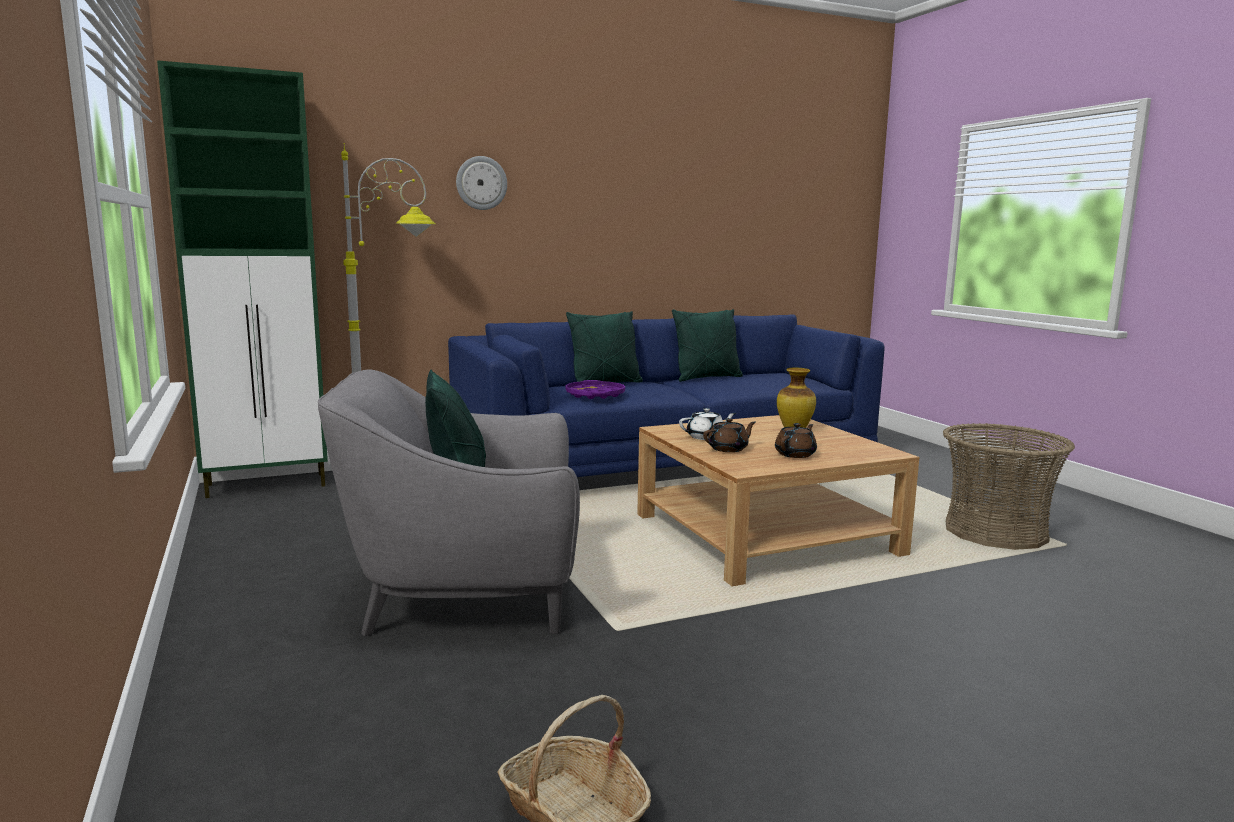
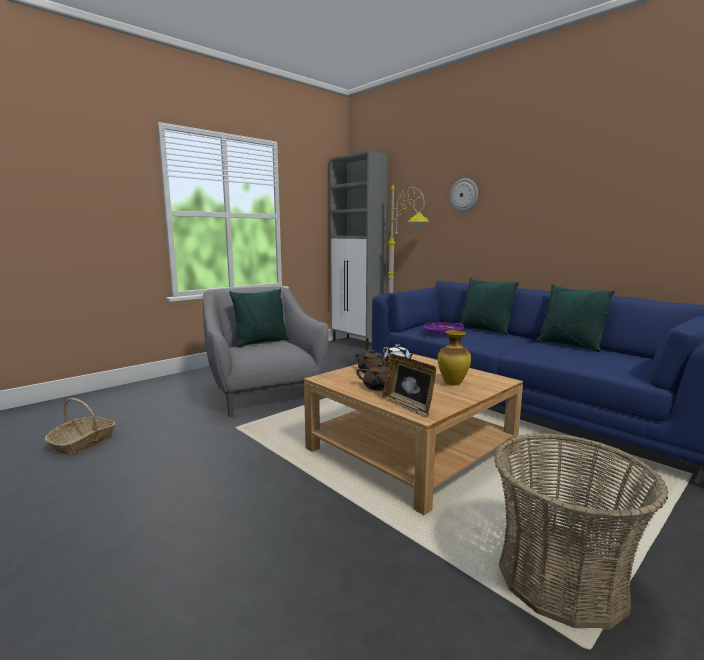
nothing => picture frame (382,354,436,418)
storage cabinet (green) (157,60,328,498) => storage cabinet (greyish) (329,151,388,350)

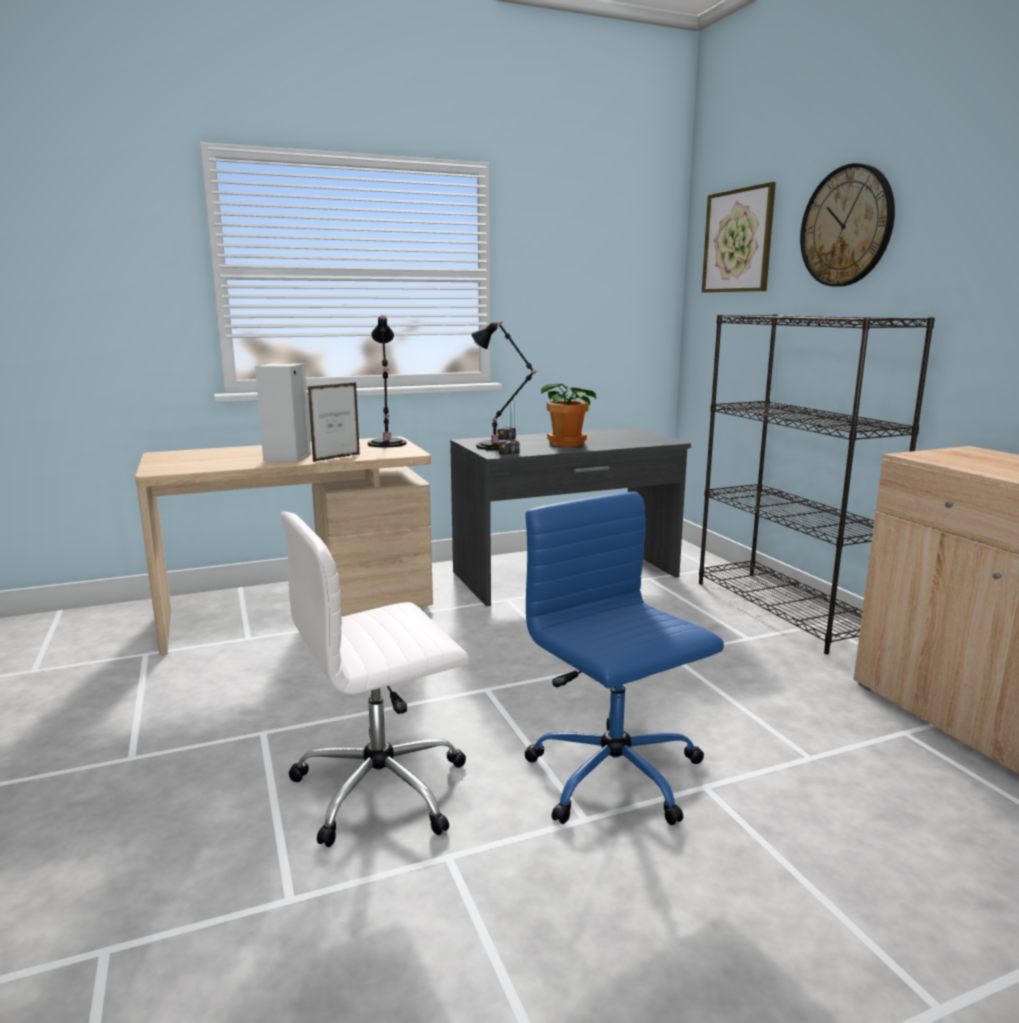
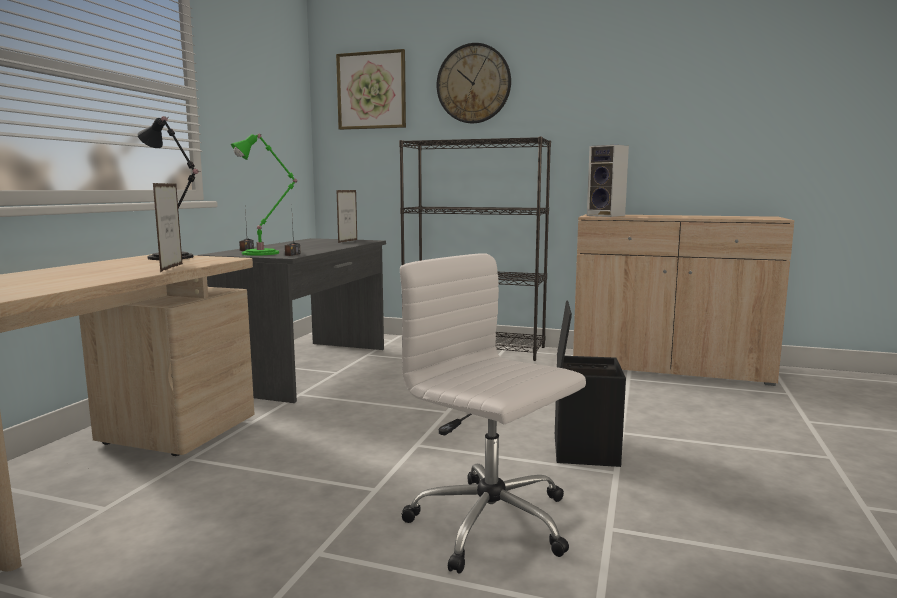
plant in a pot (541,383,596,447) => nothing
nothing => picture frame (337,190,357,243)
loudspeaker (255,363,311,462) => loudspeaker (587,145,629,217), relocated
desk chair (blue) (525,492,724,825) => storage box (black) (555,300,626,467)
table lamp (black) (471,321,538,450) => table lamp (green) (231,134,297,256)
desk chair (whitish) (280,511,469,847) => desk chair (whitish) (400,253,586,574), 120 degrees clockwise

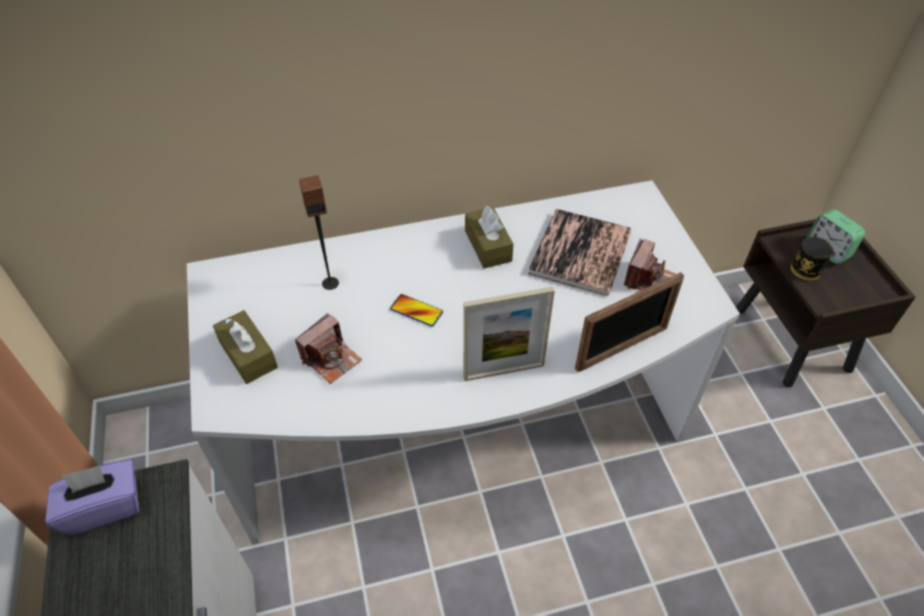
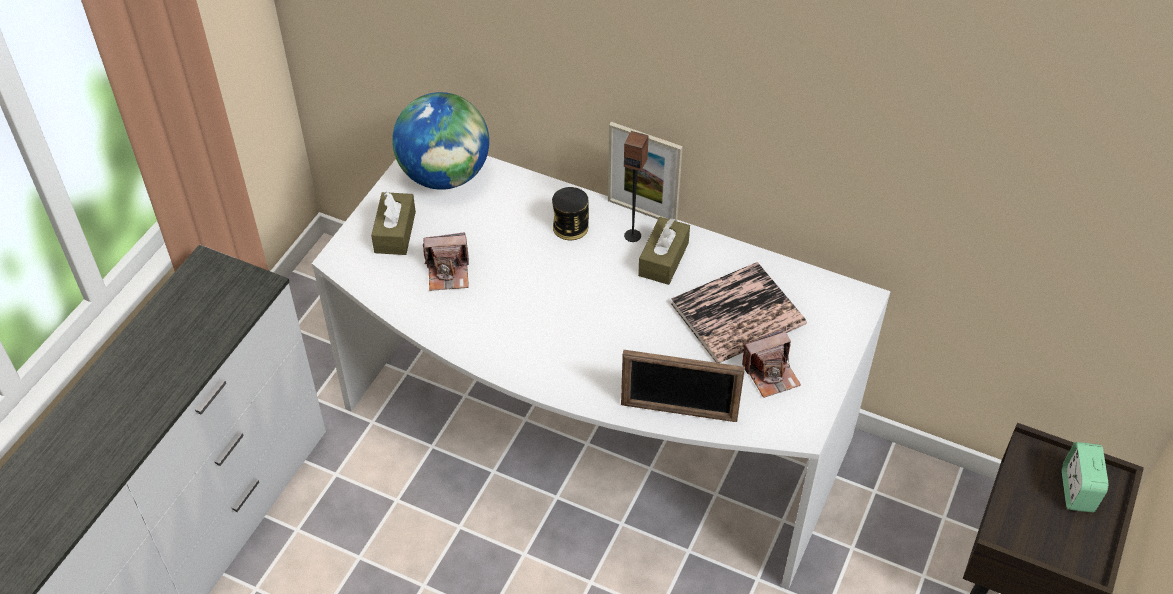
tissue holder (purple) (45,459,139,535) => nothing
telephone (390,294,443,327) => nothing
nothing => globe (392,92,489,190)
loudspeaker (299,175,339,290) => loudspeaker (624,131,649,242), relocated
picture frame (463,287,555,381) => picture frame (608,122,683,221), relocated
can (790,237,833,281) => can (552,187,589,240), relocated

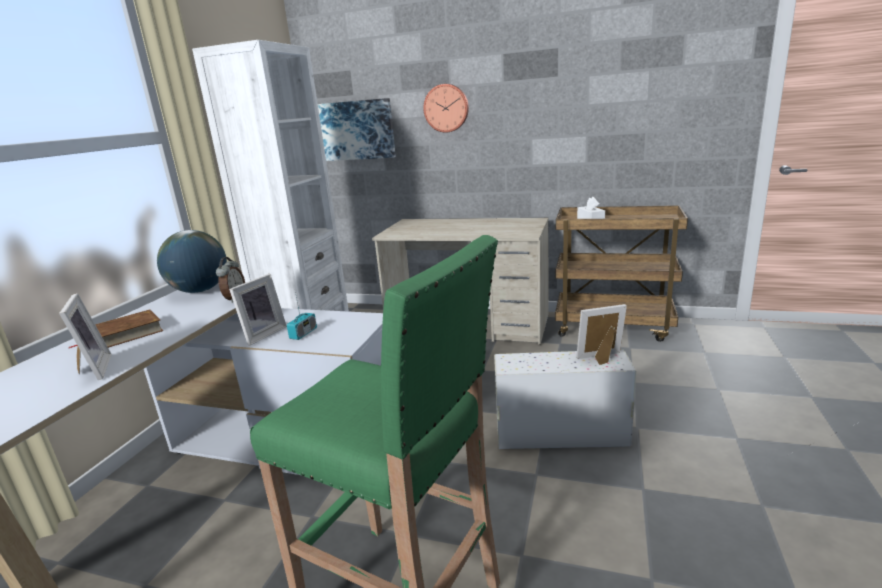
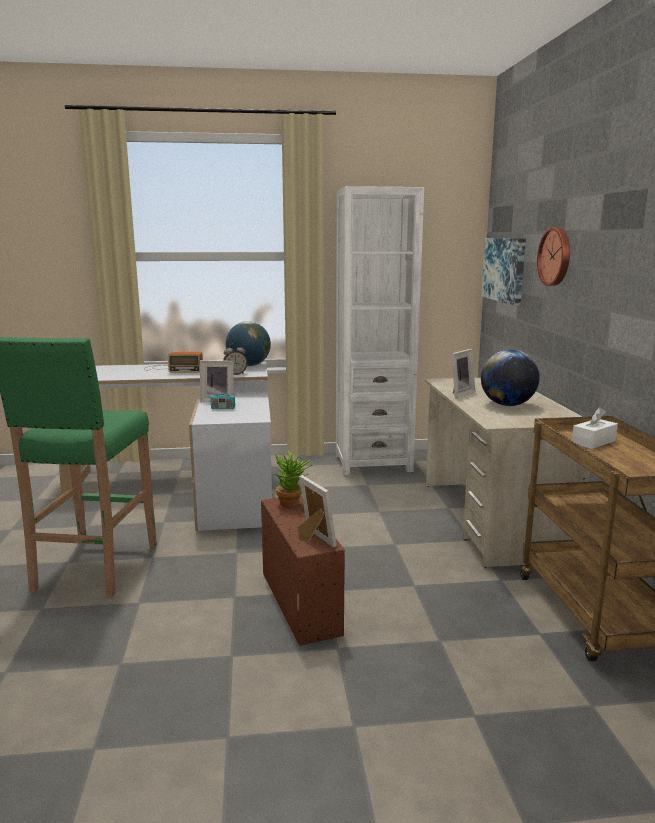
nothing => plant in a pot (275,451,313,508)
nothing => globe (481,349,540,406)
picture frame (59,293,111,380) => picture frame (451,349,475,398), relocated
bound book (brown-coloured) (69,309,164,348) => radio (144,352,203,373)
storage box (whitish) (494,349,636,449) => storage box (brown-coloured) (261,495,345,646)

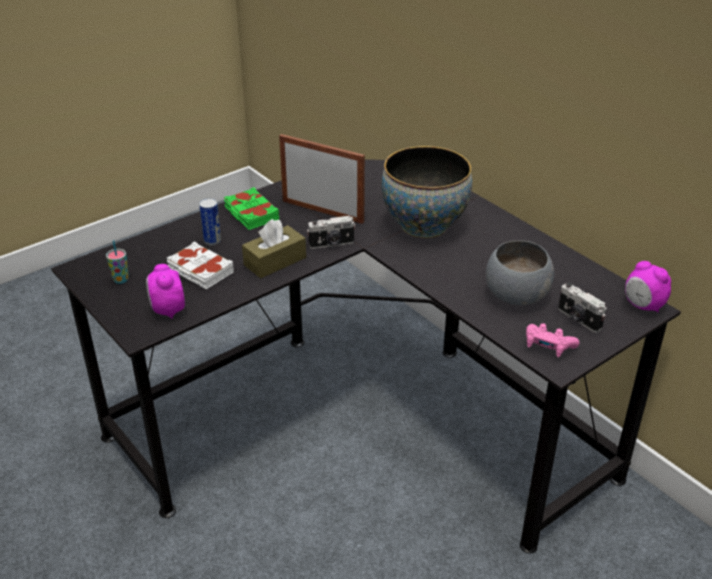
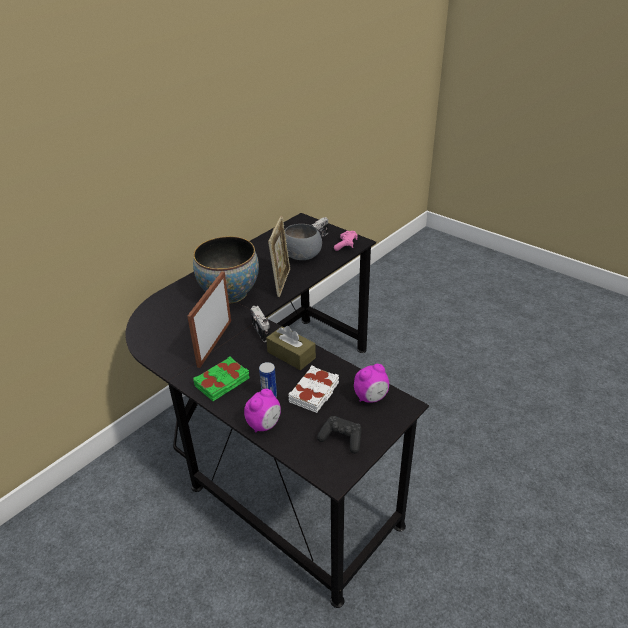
nothing => picture frame (268,216,290,297)
alarm clock (625,261,671,312) => alarm clock (244,389,281,433), relocated
cup (106,240,129,284) => joypad (black) (317,416,362,454)

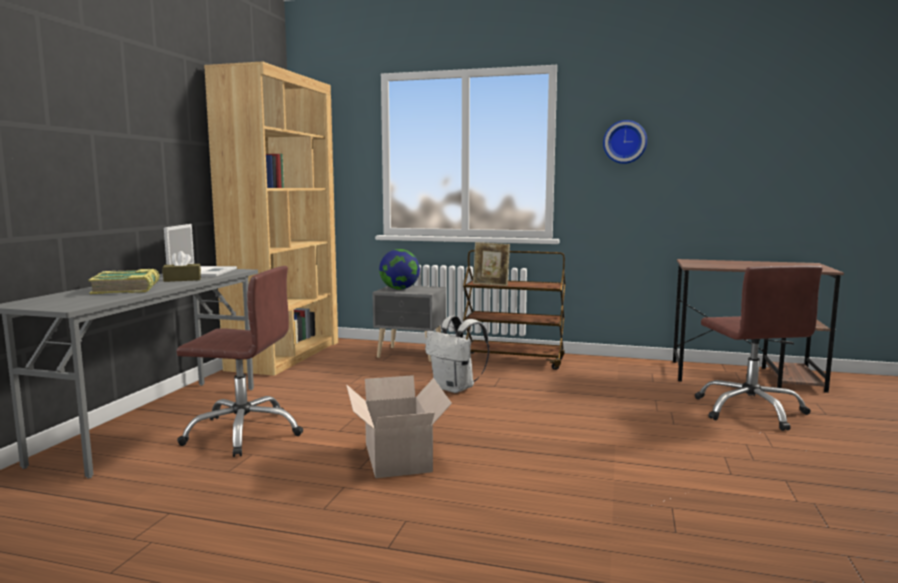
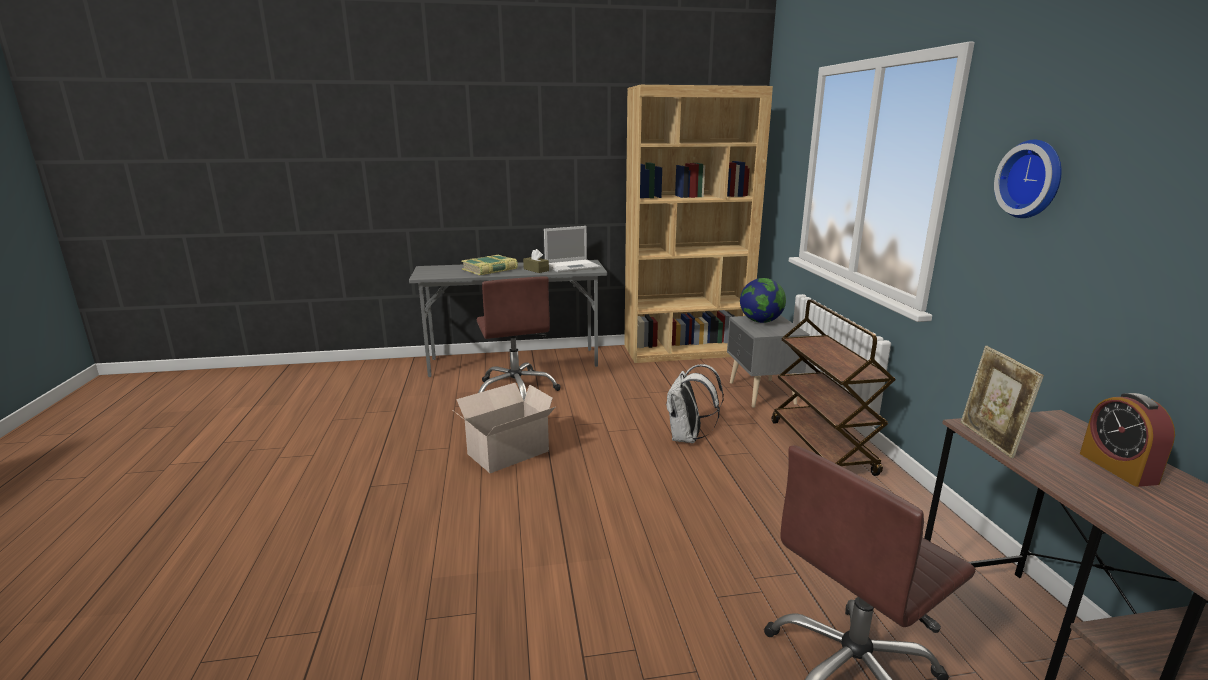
nothing => alarm clock (1080,393,1175,487)
picture frame (473,242,510,286) => picture frame (961,346,1044,458), relocated

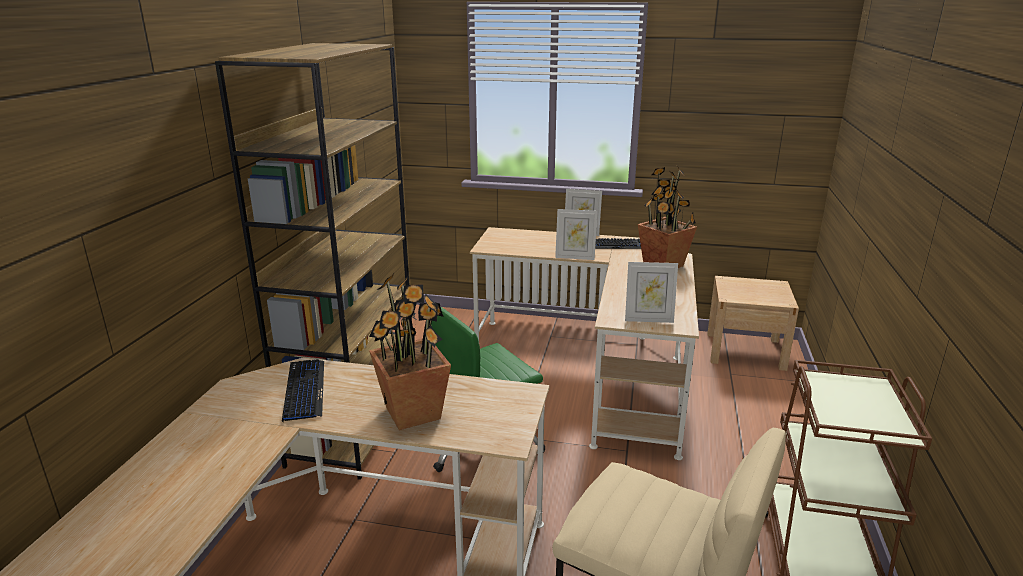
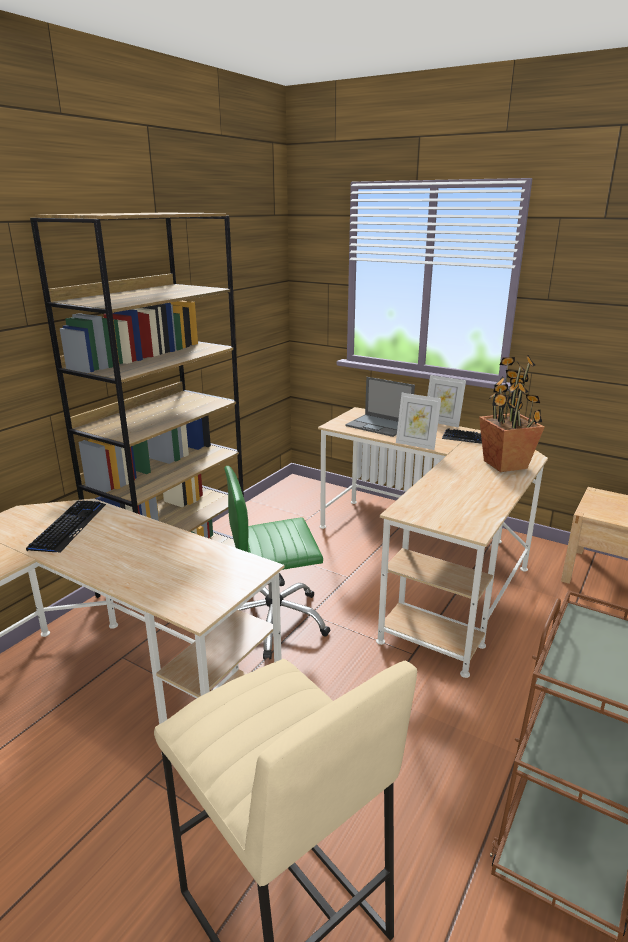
plant in a pot (369,273,451,430) => nothing
picture frame (625,262,678,323) => nothing
nothing => portable computer (345,377,415,437)

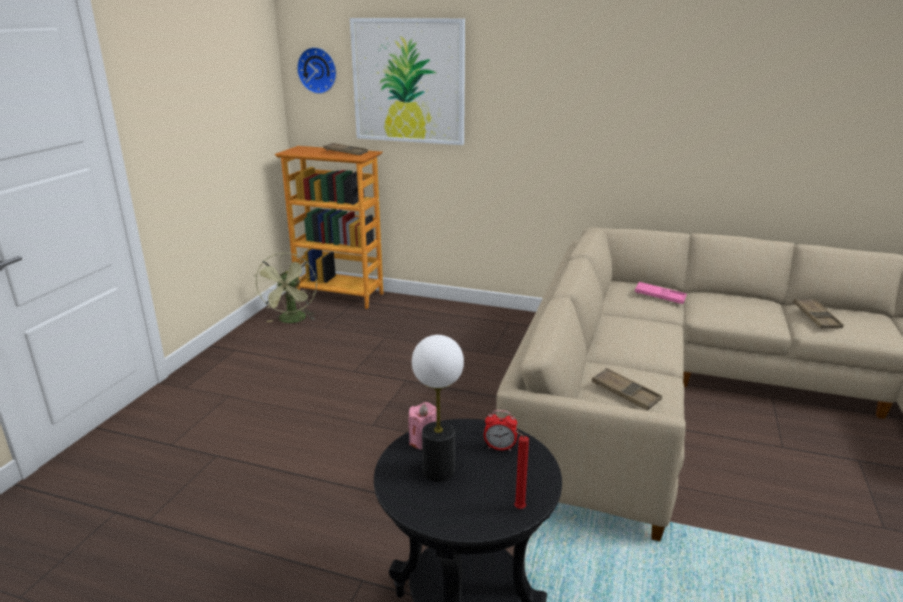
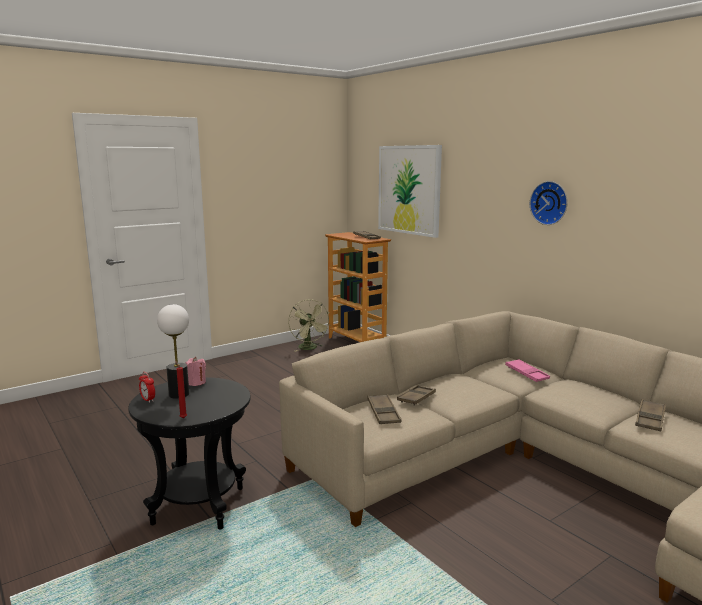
nothing => tray (brown-coloured) (397,385,436,406)
wall clock (297,47,337,94) => wall clock (530,181,568,225), relocated
alarm clock (484,410,517,451) => alarm clock (139,372,155,403), relocated
electric fan (green) (254,252,317,323) => electric fan (green) (288,299,331,351), 60 degrees counterclockwise

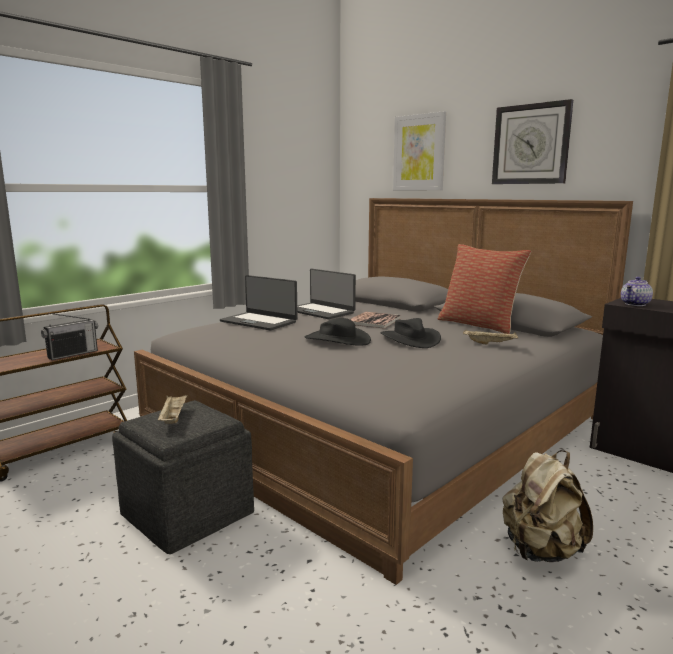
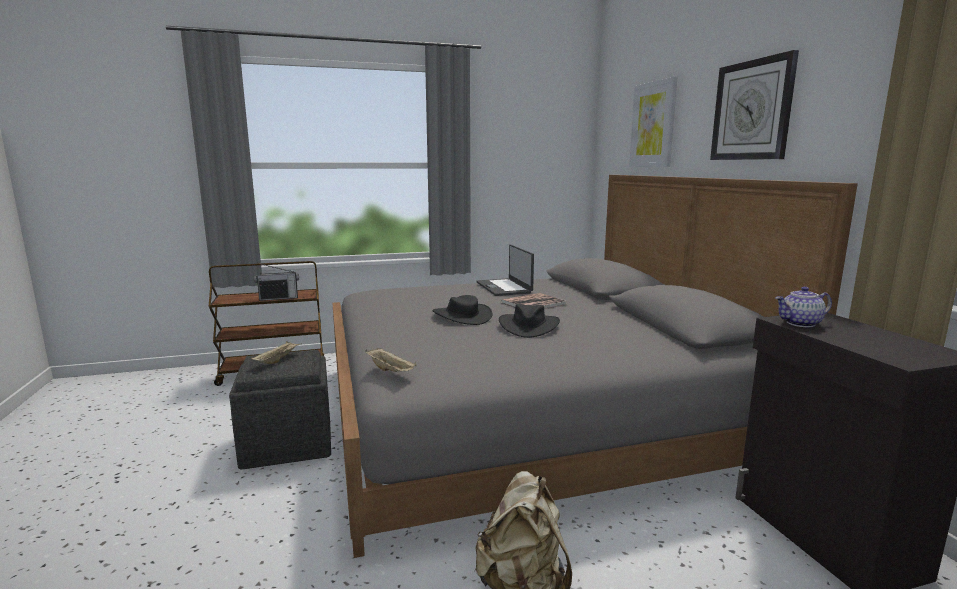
portable computer (220,275,298,331) => nothing
throw pillow (438,244,531,334) => nothing
tray (beige) (463,330,518,345) => tray (beige) (365,348,417,372), relocated

